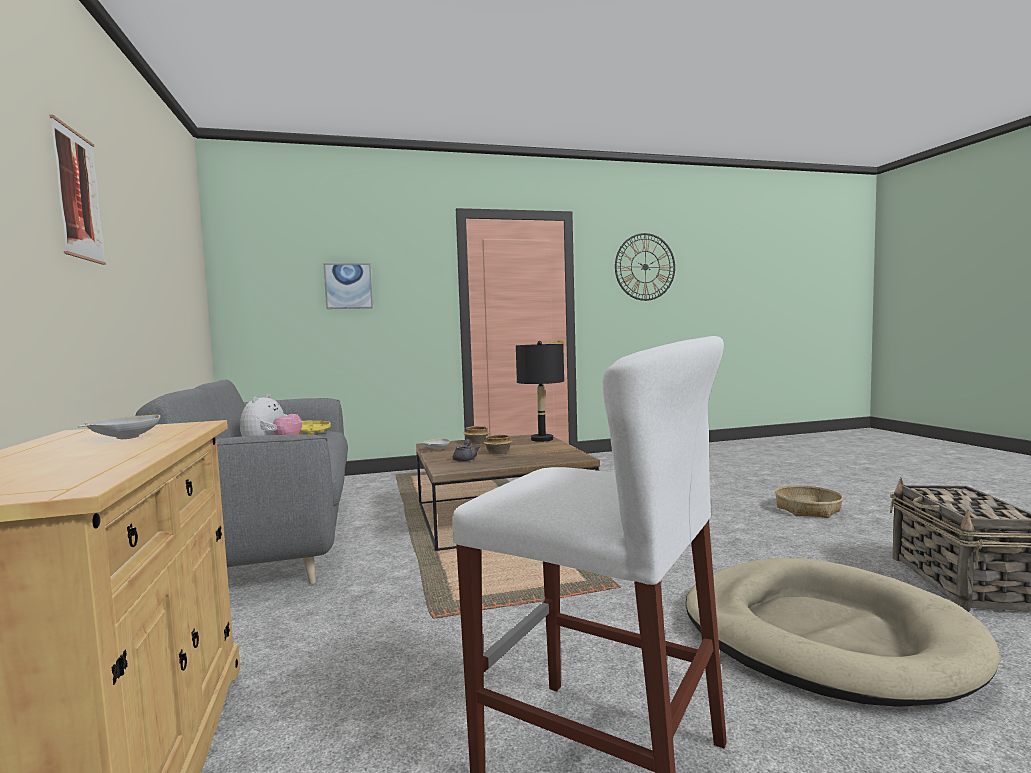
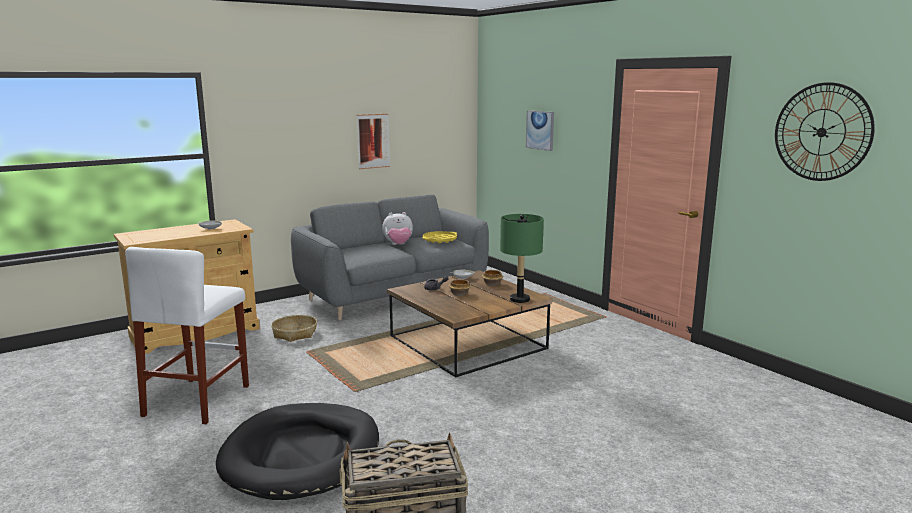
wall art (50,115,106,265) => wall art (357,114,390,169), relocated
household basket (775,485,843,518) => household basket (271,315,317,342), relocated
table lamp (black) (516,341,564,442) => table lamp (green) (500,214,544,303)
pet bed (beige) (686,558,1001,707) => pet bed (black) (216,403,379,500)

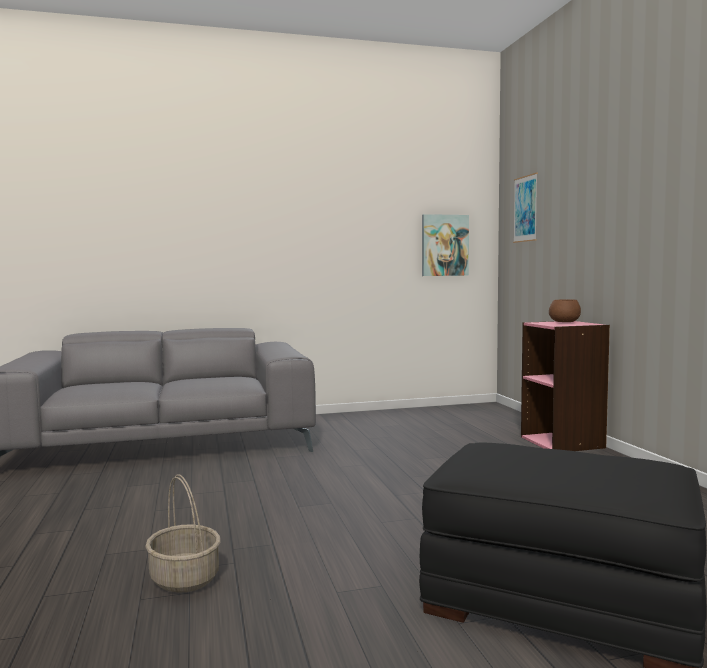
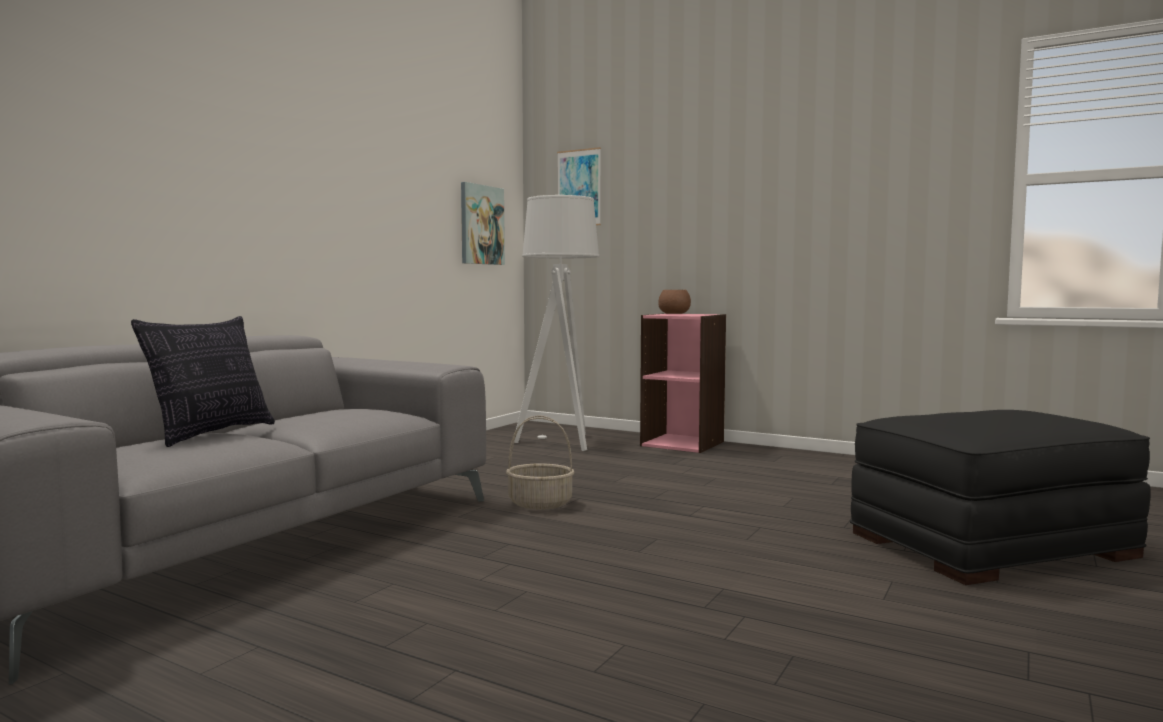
nothing => throw pillow (131,316,275,447)
nothing => standard lamp (greyish) (514,195,599,451)
household basket (145,474,220,593) => household basket (506,415,574,509), relocated

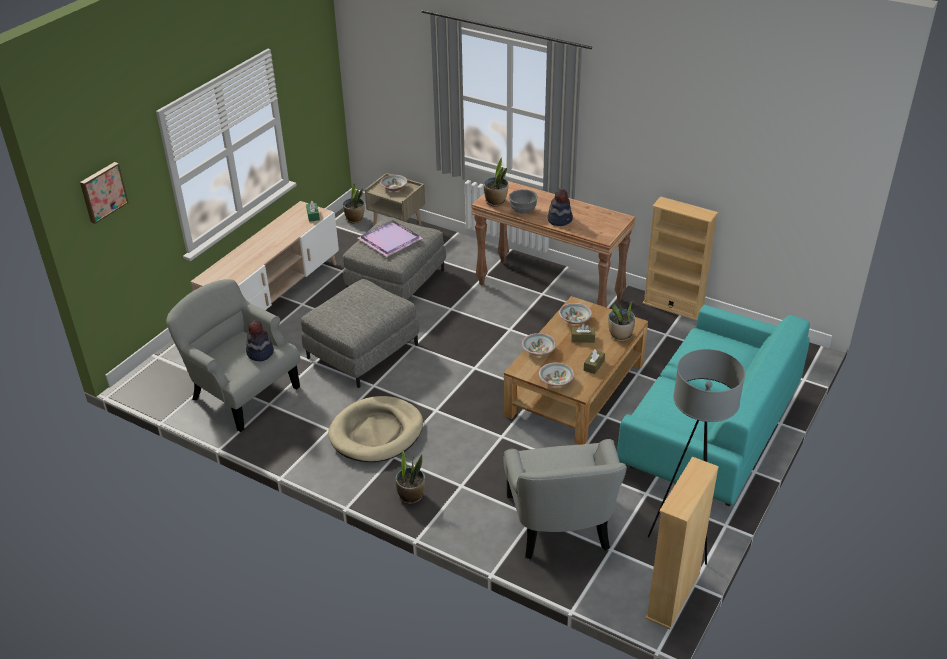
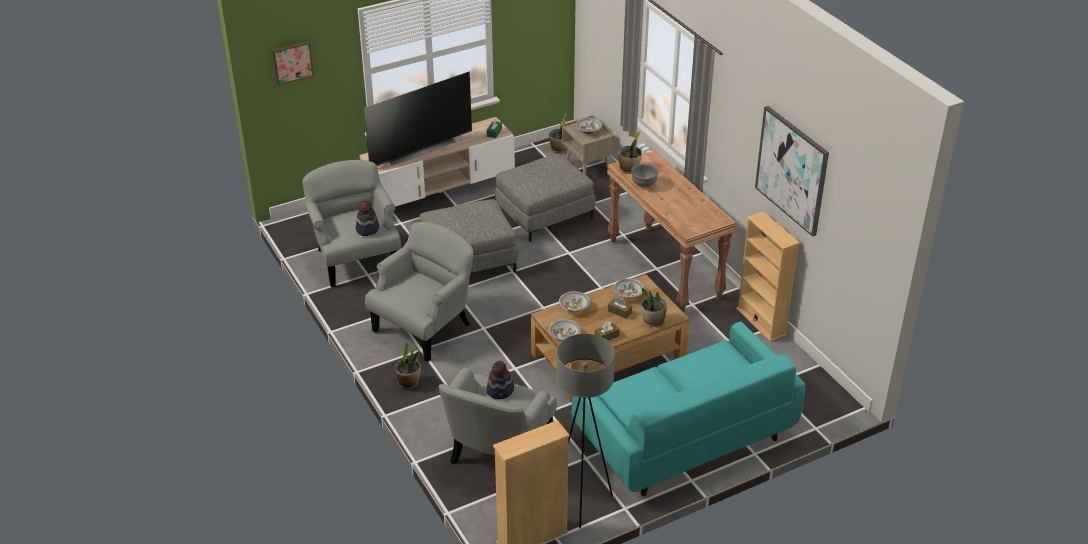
tray (purple) (358,220,423,257) => nothing
nothing => TV set (364,72,472,166)
nothing => wall art (755,106,829,237)
hat (547,188,573,226) => hat (486,361,514,399), relocated
pet bed (beige) (328,396,423,462) => armchair (greyish) (365,222,473,362)

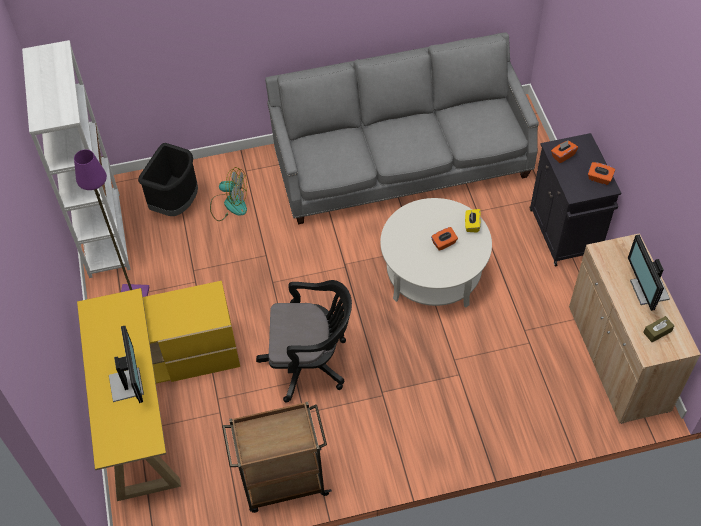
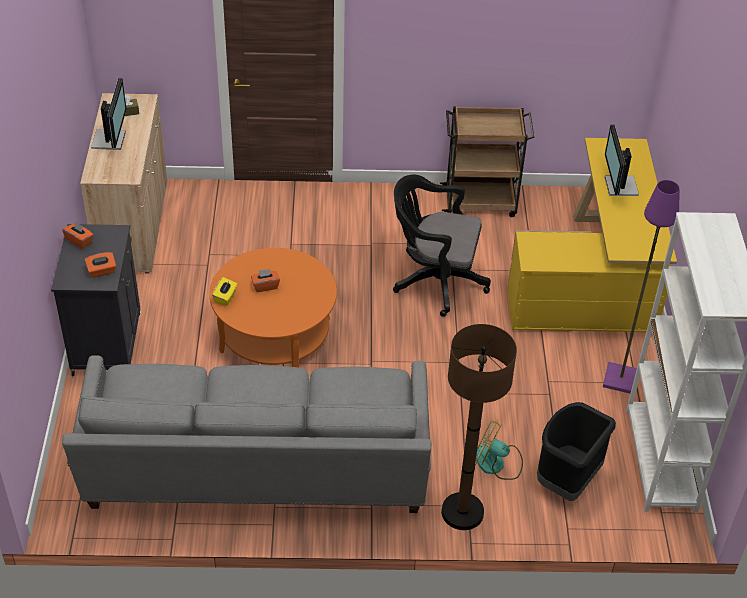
nothing => standard lamp (brown-coloured) (441,324,517,530)
coffee table (whitish) (380,198,492,308) => coffee table (orange-coloured) (209,248,337,367)

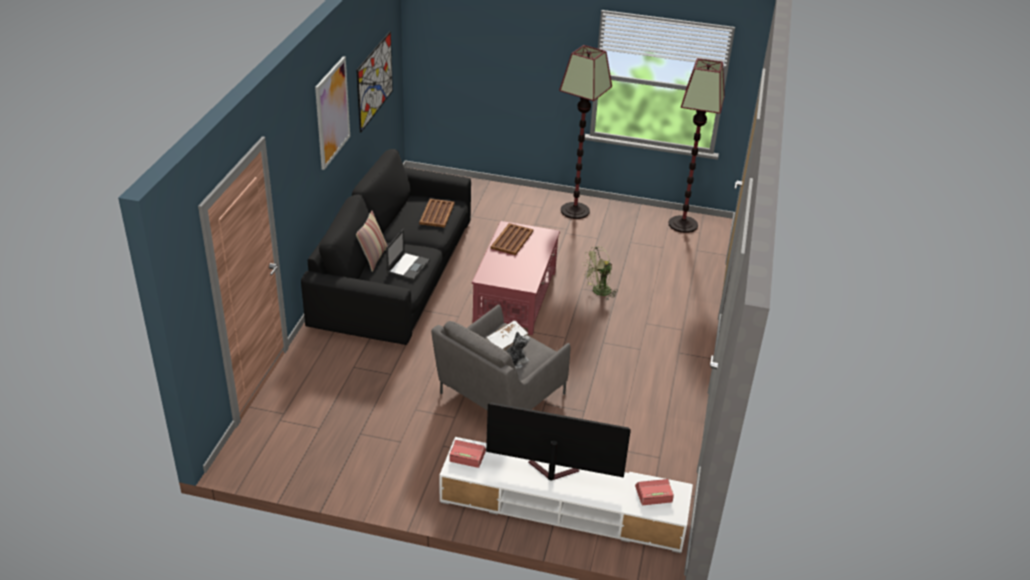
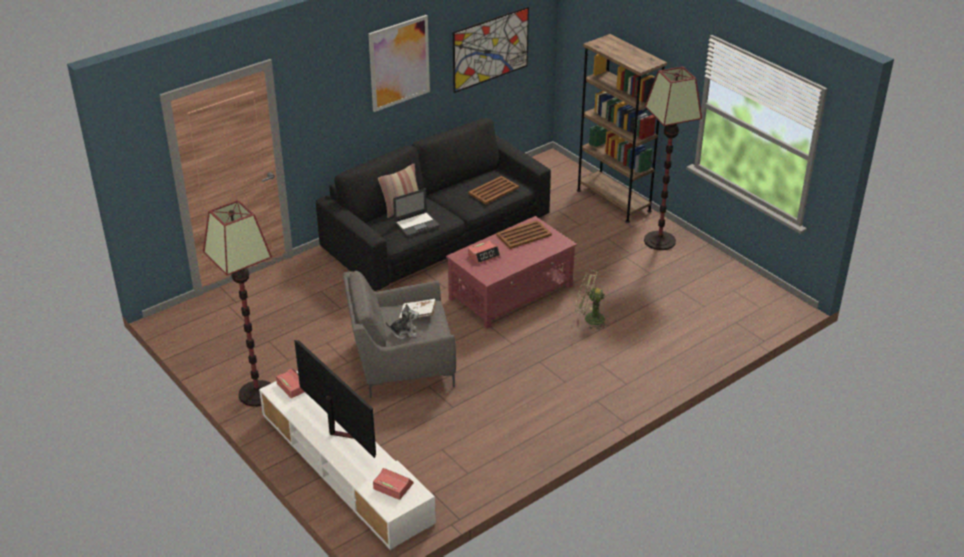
nothing => alarm clock (468,240,501,265)
nothing => bookshelf (brown-coloured) (577,34,667,223)
standard lamp (669,58,725,233) => standard lamp (203,200,272,407), relocated

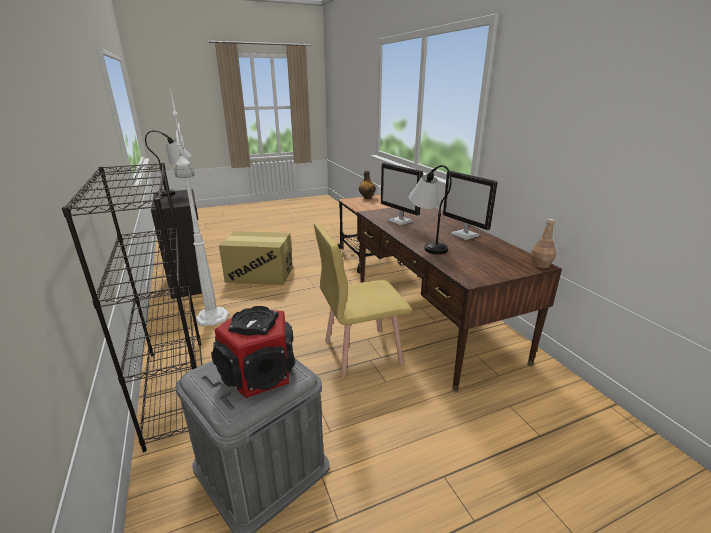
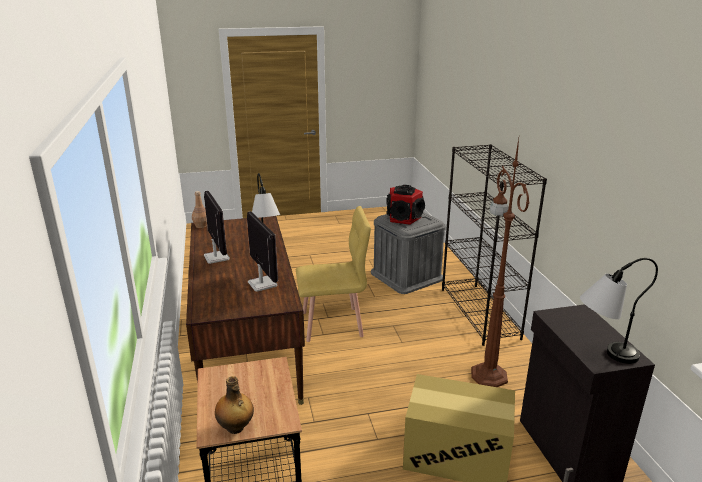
standard lamp (whitish) (170,87,229,326) => standard lamp (brown-coloured) (471,139,530,387)

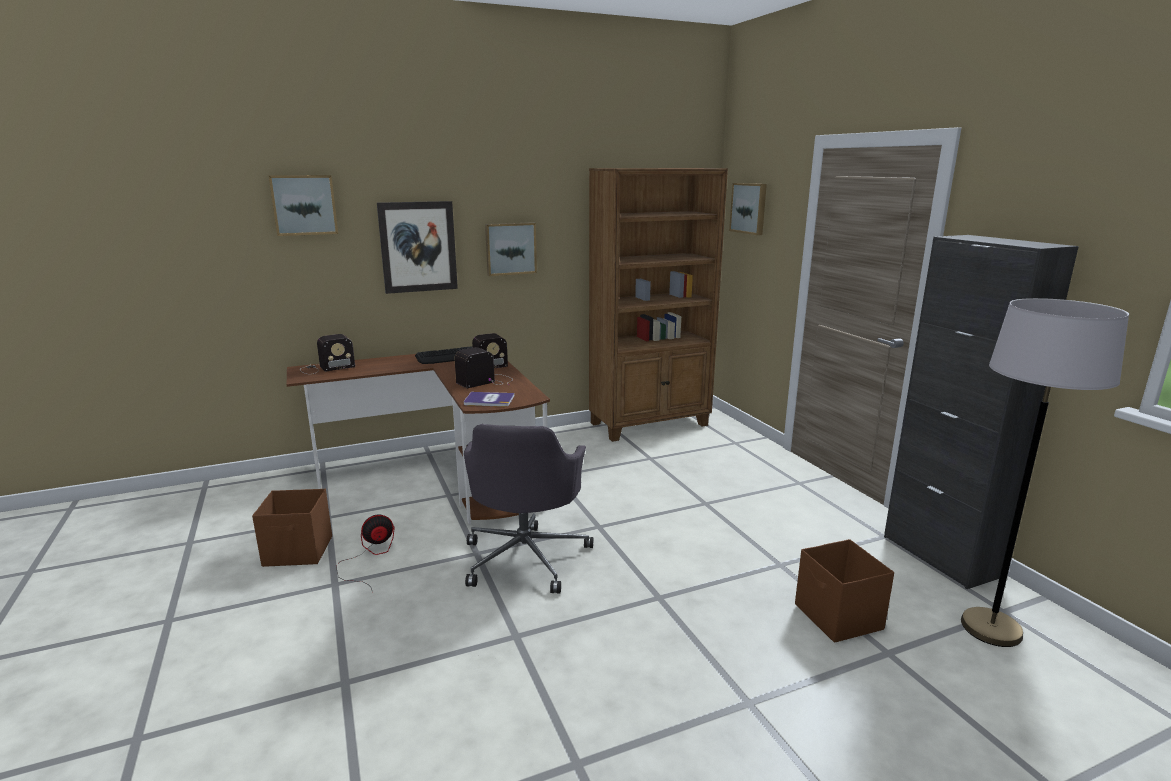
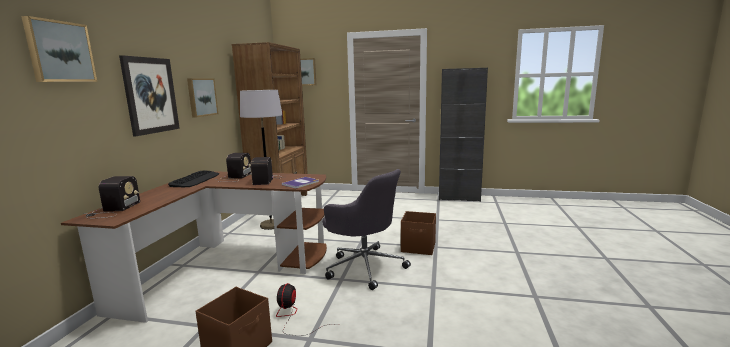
storage box (brown-coloured) (795,539,894,643) => storage box (brown-coloured) (401,211,436,255), relocated
standard lamp (greyish) (961,298,1129,647) => standard lamp (greyish) (240,90,283,230), relocated

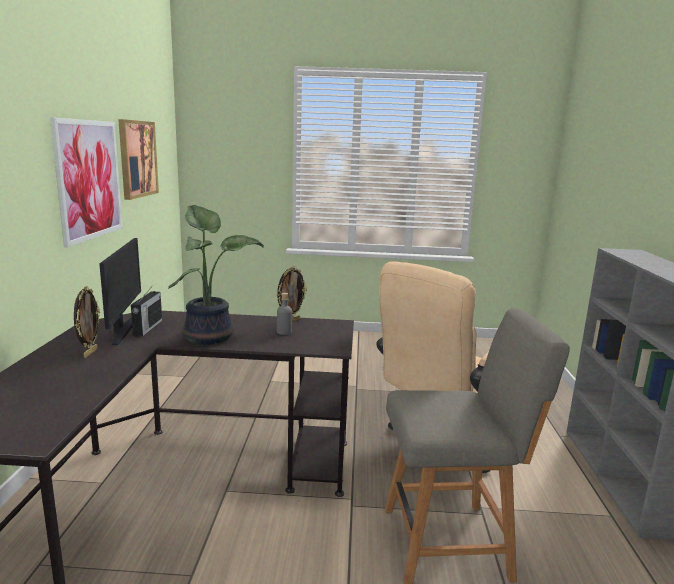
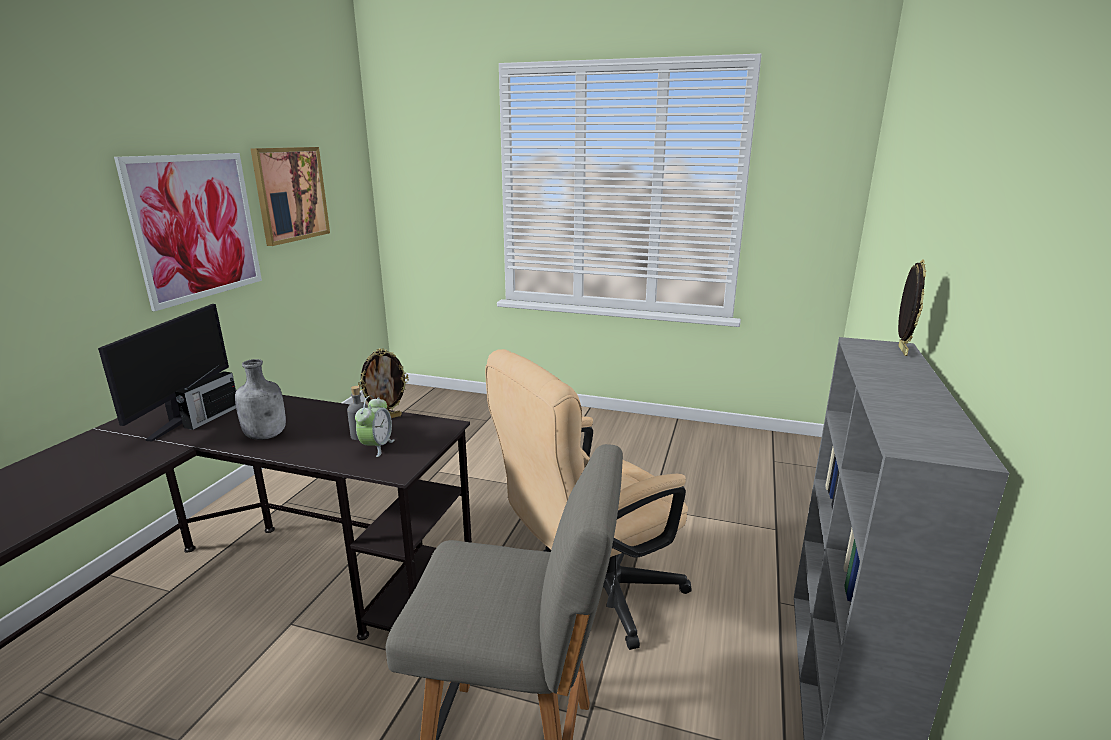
nothing => alarm clock (355,396,394,457)
picture frame (74,286,100,358) => picture frame (898,259,926,356), relocated
plant in a pot (168,205,264,345) => bottle (greyish) (235,359,286,440)

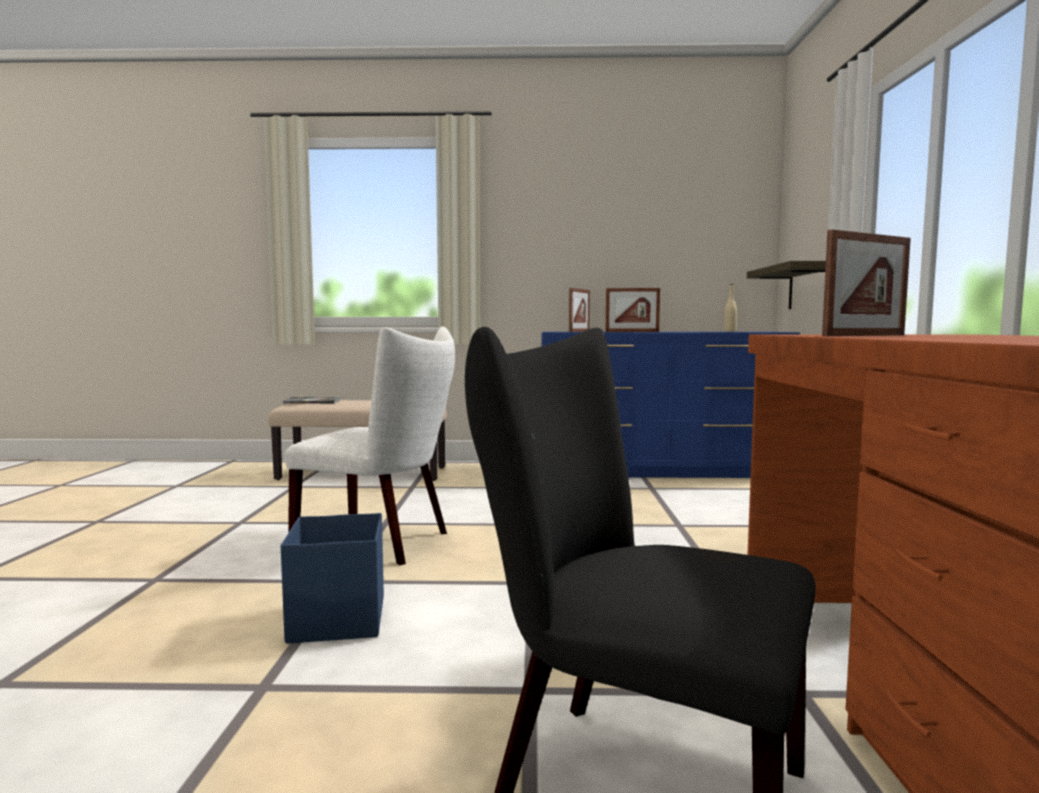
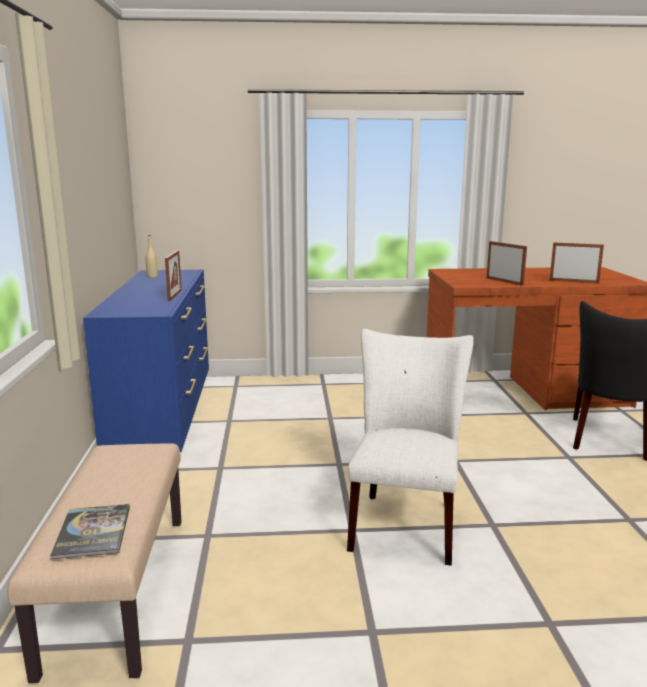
storage box (blue) (281,513,384,644) => nothing
wall shelf (747,261,826,309) => nothing
picture frame (569,288,590,332) => picture frame (550,242,604,284), relocated

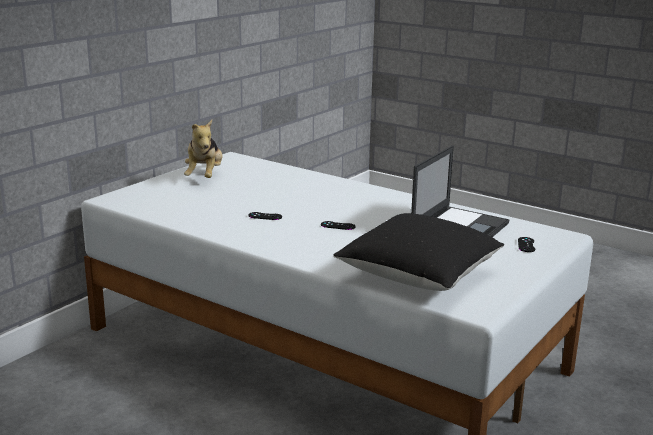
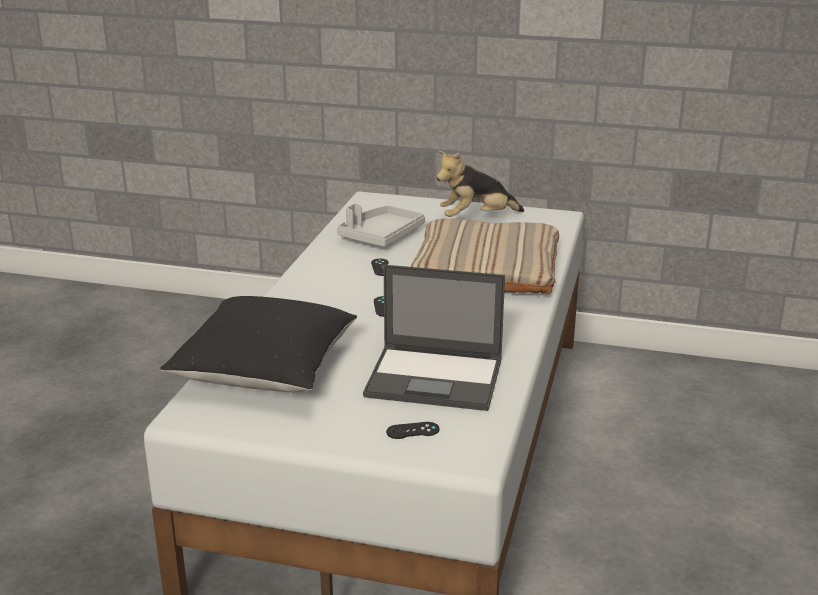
nothing => tray (greyish) (337,203,425,247)
nothing => throw pillow (beige) (411,218,559,294)

